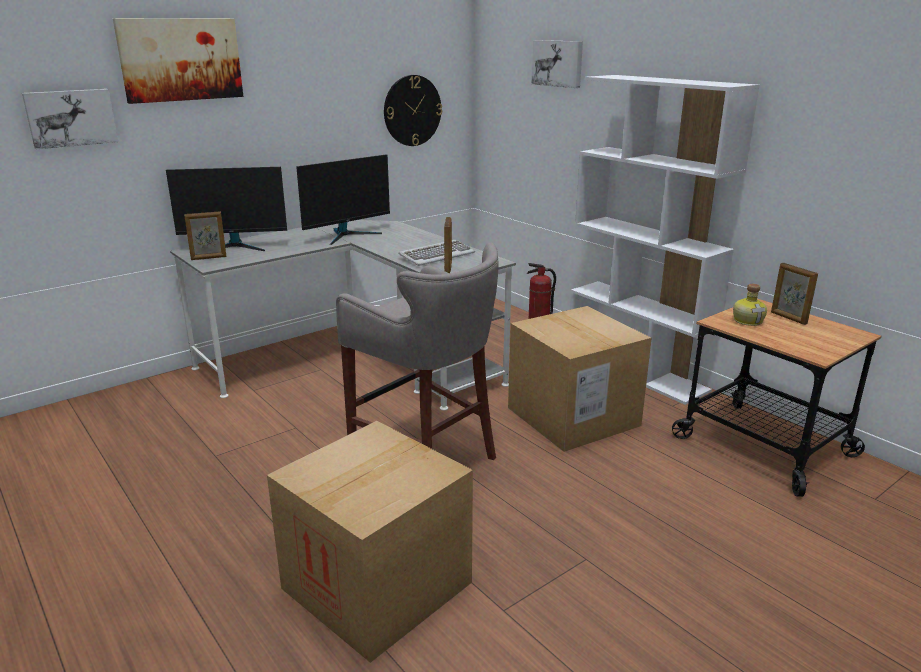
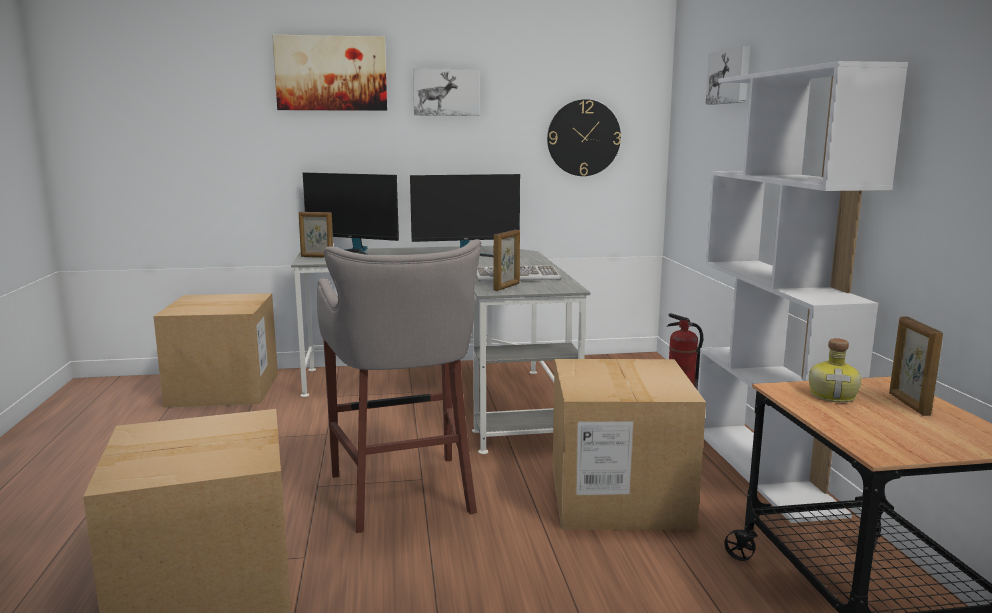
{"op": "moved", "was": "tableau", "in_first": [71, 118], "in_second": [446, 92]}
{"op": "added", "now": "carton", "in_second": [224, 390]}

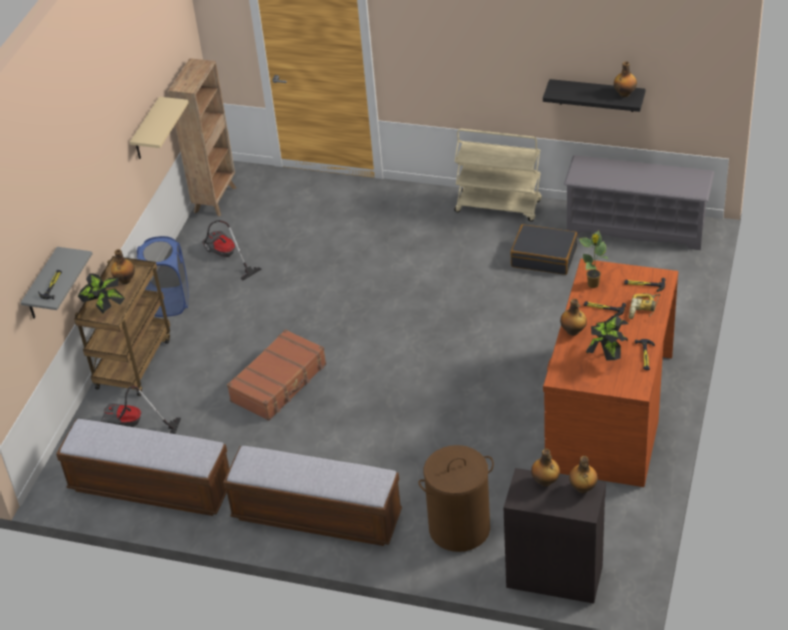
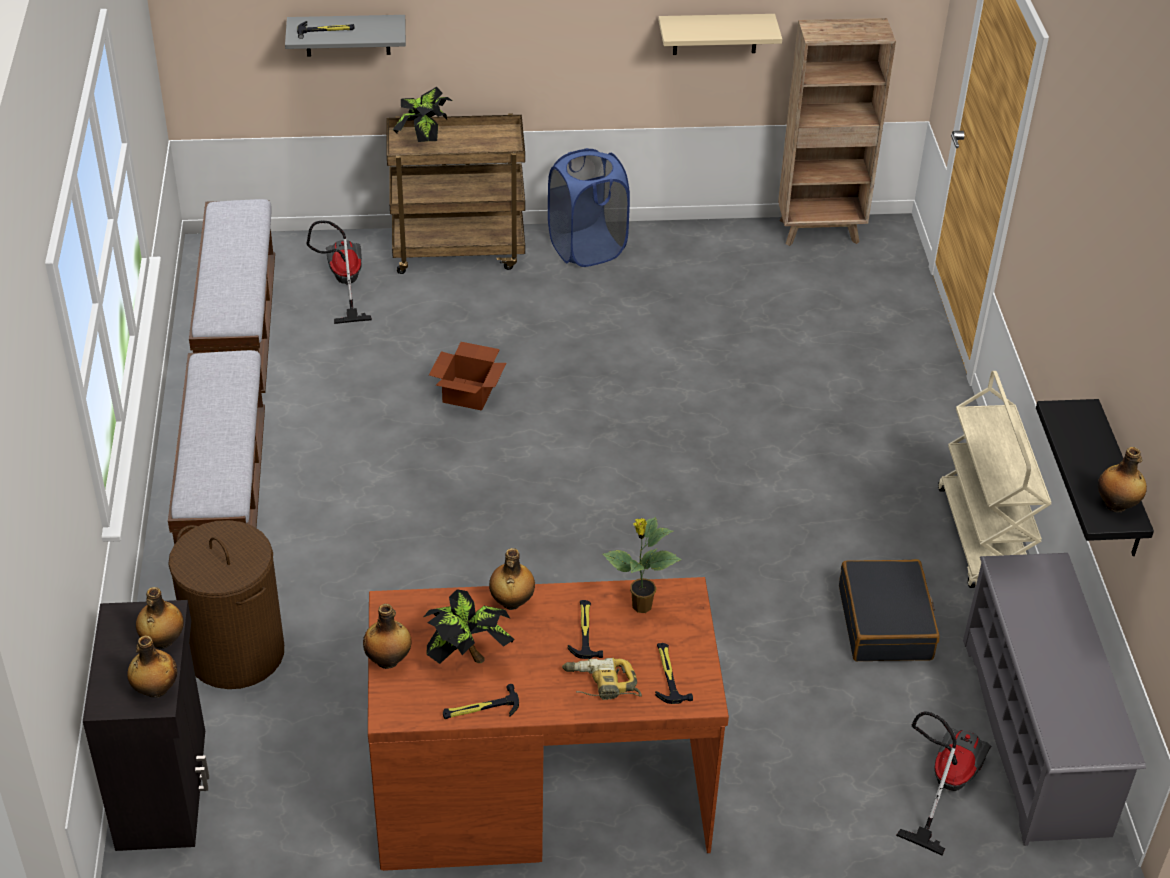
{"op": "moved", "was": "aspirateur", "in_first": [225, 257], "in_second": [943, 784]}
{"op": "moved", "was": "bouteille", "in_first": [125, 280], "in_second": [388, 660]}
{"op": "replaced", "was": "valise [marron]", "now": "carton", "in_first": [279, 383], "in_second": [469, 393]}

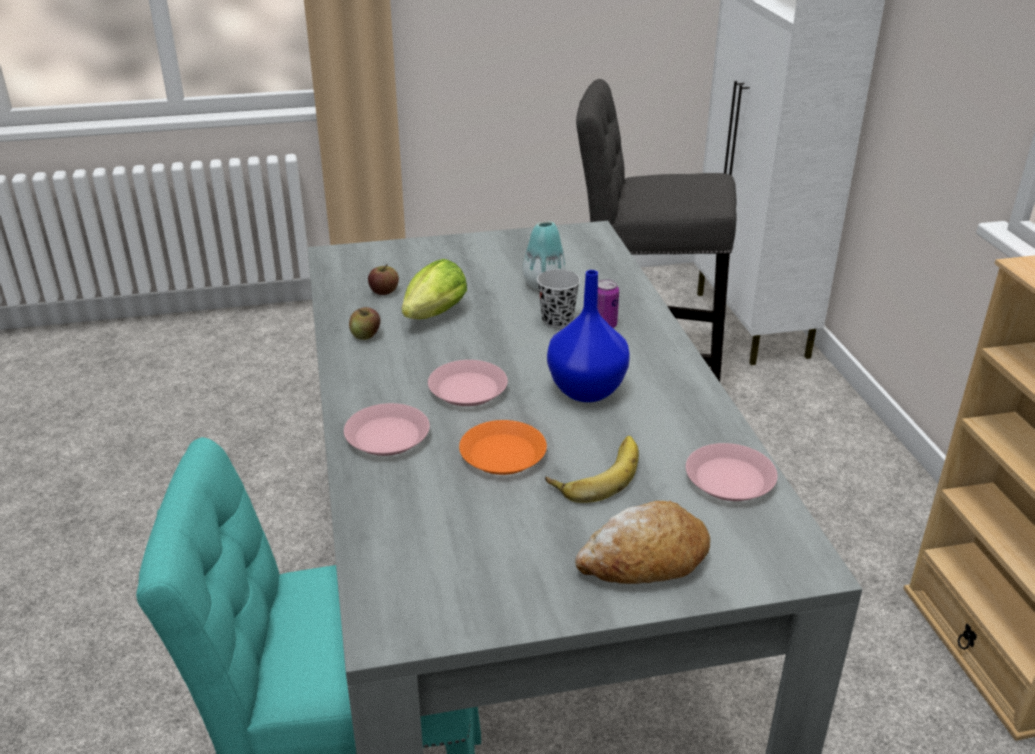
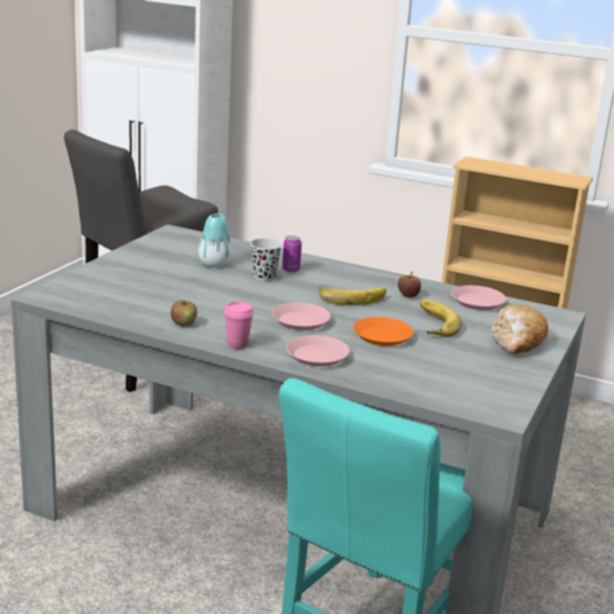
{"op": "removed", "was": "laitue", "in_first": [432, 317]}
{"op": "moved", "was": "pomme", "in_first": [384, 291], "in_second": [408, 295]}
{"op": "replaced", "was": "vase [bleu]", "now": "banane", "in_first": [588, 390], "in_second": [351, 297]}
{"op": "added", "now": "tasse [rose]", "in_second": [237, 344]}

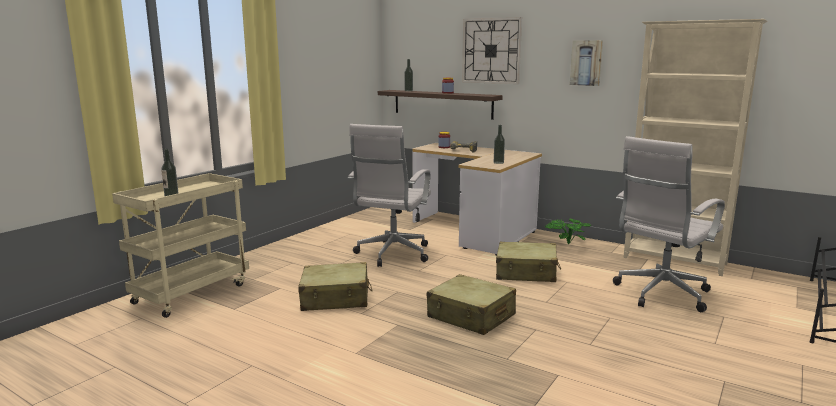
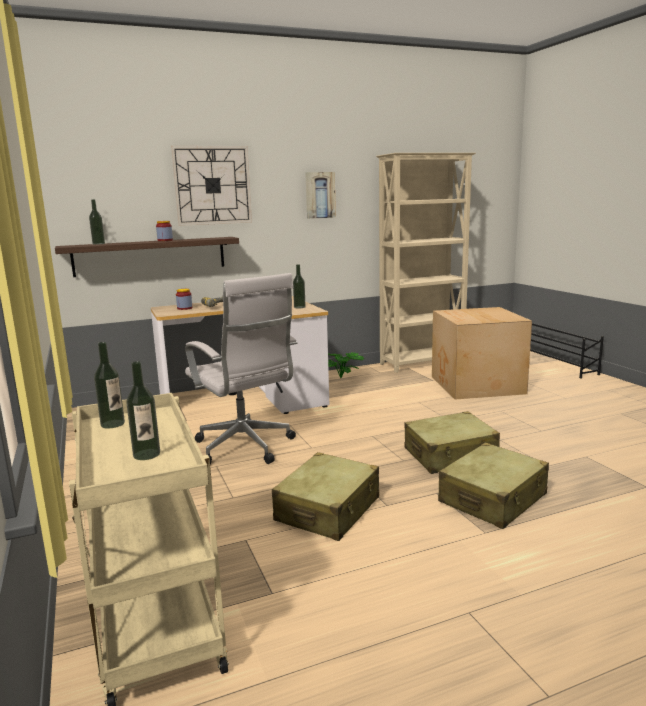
{"op": "replaced", "was": "chaise de bureau [blanc]", "now": "carton", "in_first": [660, 294], "in_second": [476, 385]}
{"op": "moved", "was": "valise [beige]", "in_first": [526, 272], "in_second": [493, 499]}
{"op": "added", "now": "bouteille", "in_second": [112, 424]}

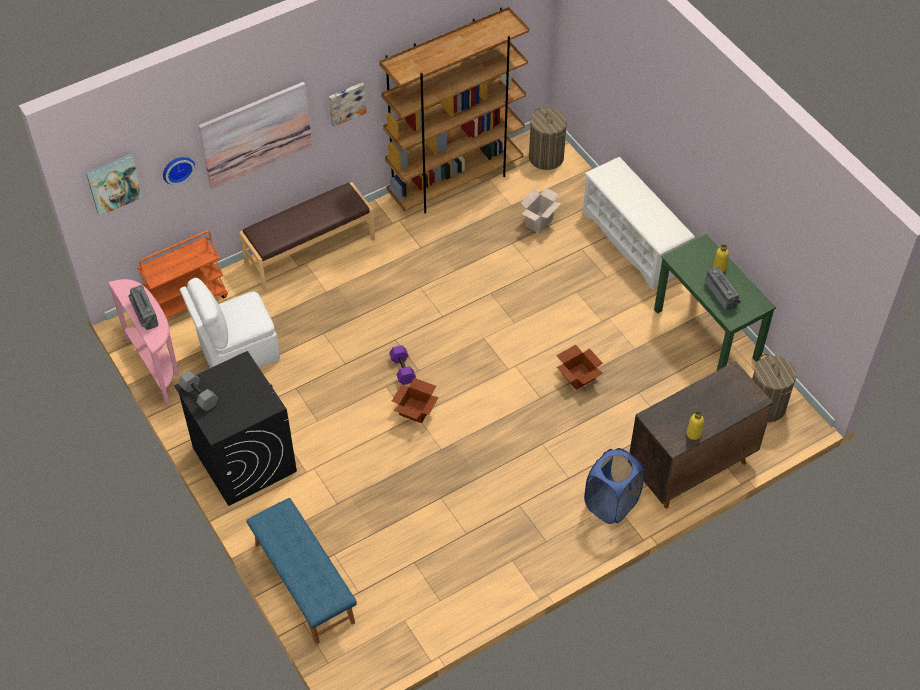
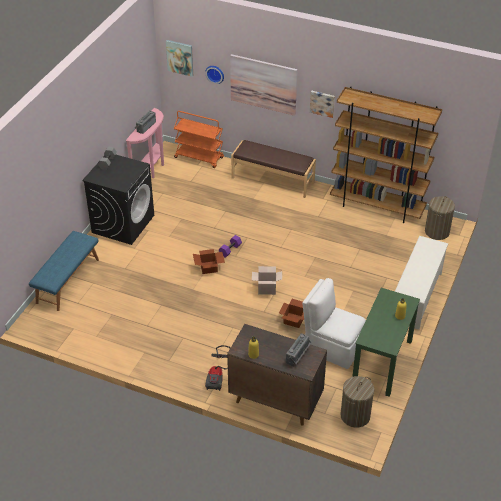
{"op": "moved", "was": "carton", "in_first": [539, 223], "in_second": [266, 290]}
{"op": "moved", "was": "radio", "in_first": [722, 294], "in_second": [298, 355]}
{"op": "moved", "was": "chaise [blanc]", "in_first": [237, 353], "in_second": [332, 347]}
{"op": "replaced", "was": "panier à linge [bleu]", "now": "aspirateur", "in_first": [611, 504], "in_second": [218, 376]}

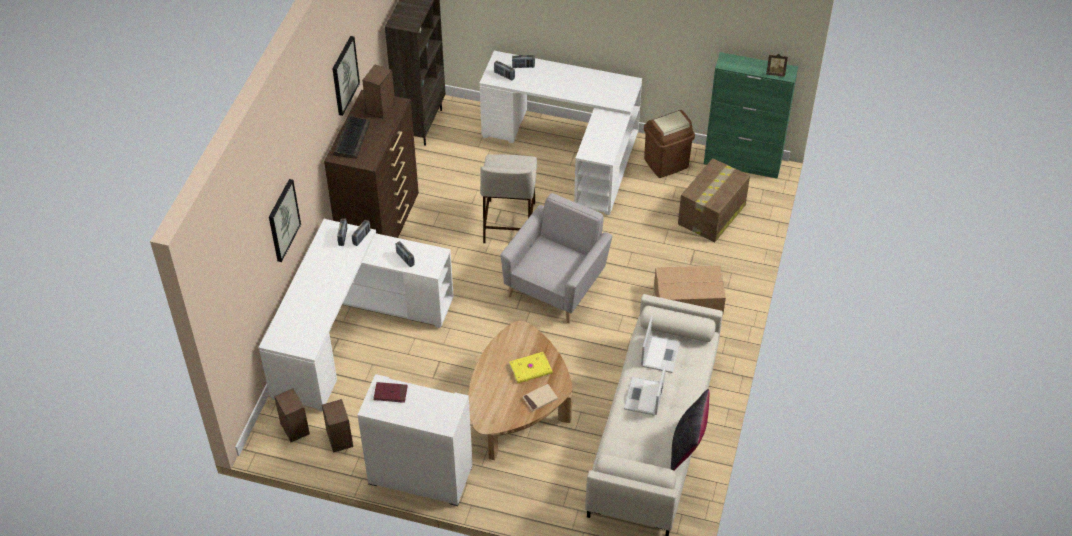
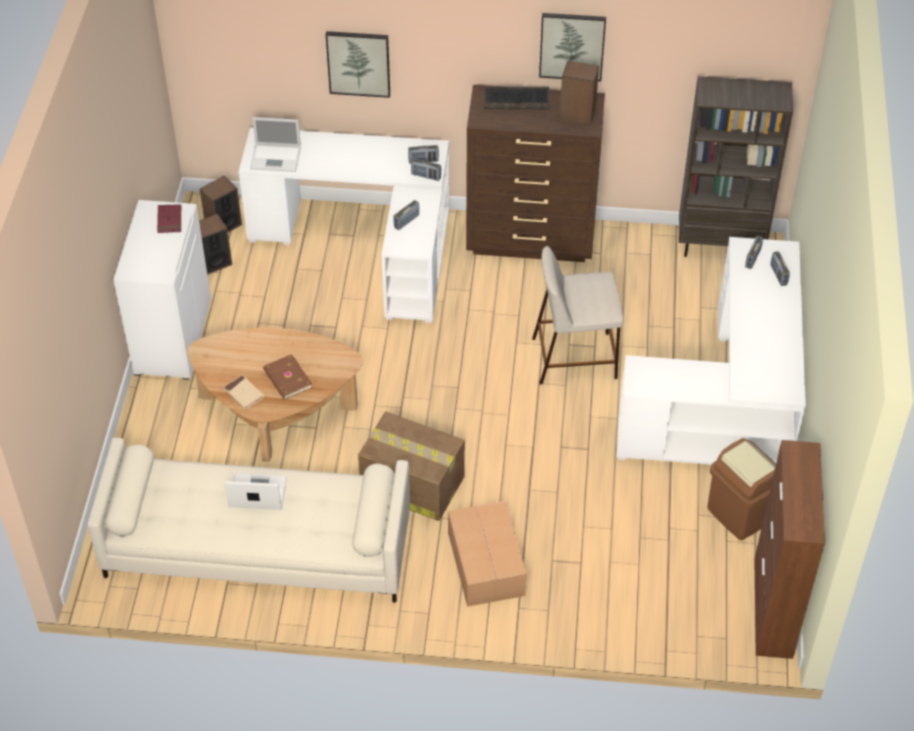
{"op": "recoloured", "was": "meuble de rangement [vert]", "now": "meuble de rangement [marron]", "in_first": [742, 163], "in_second": [772, 608]}
{"op": "removed", "was": "cadre photo", "in_first": [775, 73]}
{"op": "moved", "was": "carton", "in_first": [711, 215], "in_second": [411, 483]}
{"op": "removed", "was": "fauteuil [gris]", "in_first": [556, 284]}
{"op": "moved", "was": "ordinateur portable", "in_first": [660, 353], "in_second": [276, 158]}
{"op": "recoloured", "was": "livre [jaune]", "now": "livre [marron]", "in_first": [531, 369], "in_second": [287, 379]}
{"op": "removed", "was": "coussin [noir]", "in_first": [687, 447]}

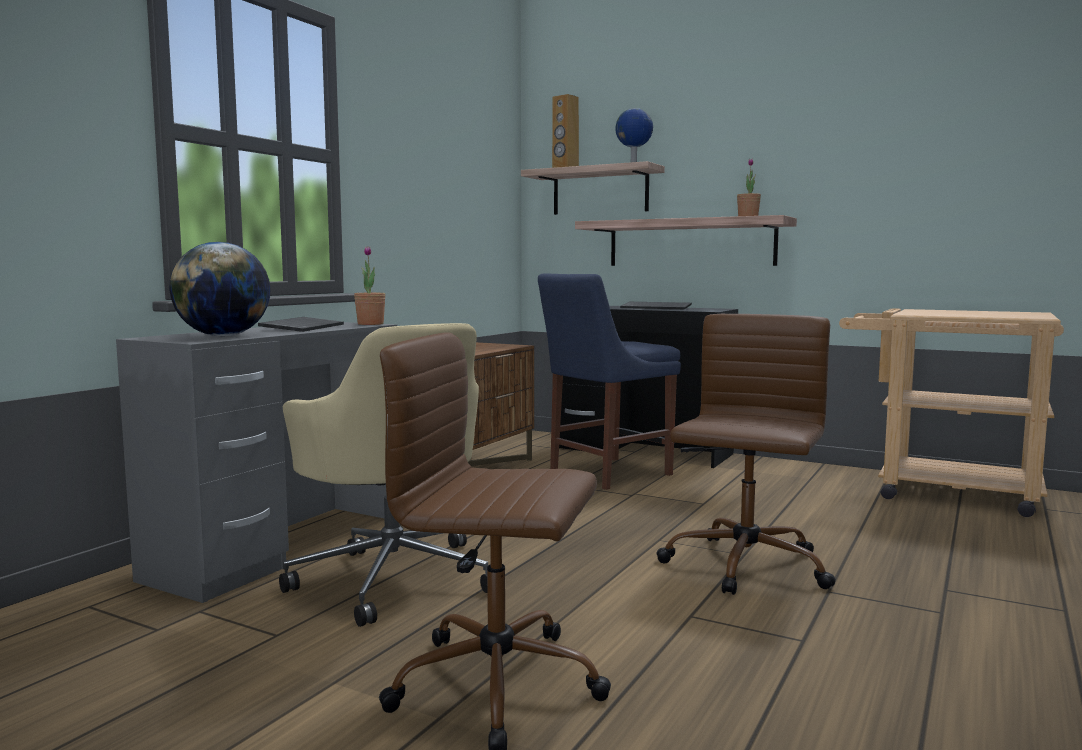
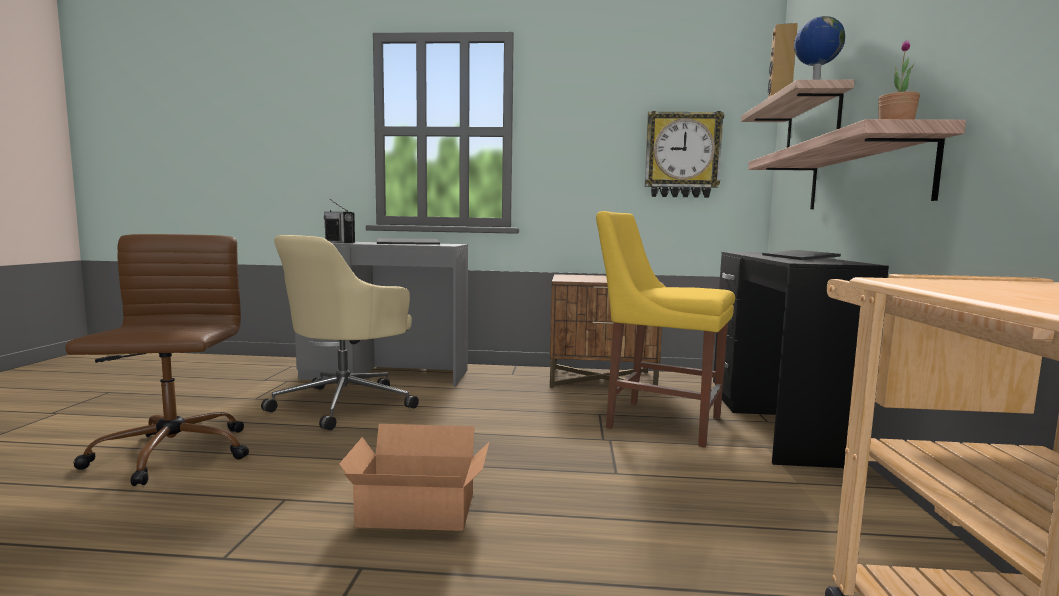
{"op": "replaced", "was": "globe", "now": "radio", "in_first": [223, 336], "in_second": [339, 242]}
{"op": "removed", "was": "plante en pot", "in_first": [370, 324]}
{"op": "recoloured", "was": "chaise [bleu]", "now": "chaise [jaune]", "in_first": [605, 474], "in_second": [658, 421]}
{"op": "replaced", "was": "chaise de bureau [marron]", "now": "carton", "in_first": [744, 567], "in_second": [418, 512]}
{"op": "added", "now": "horloge murale", "in_second": [682, 155]}

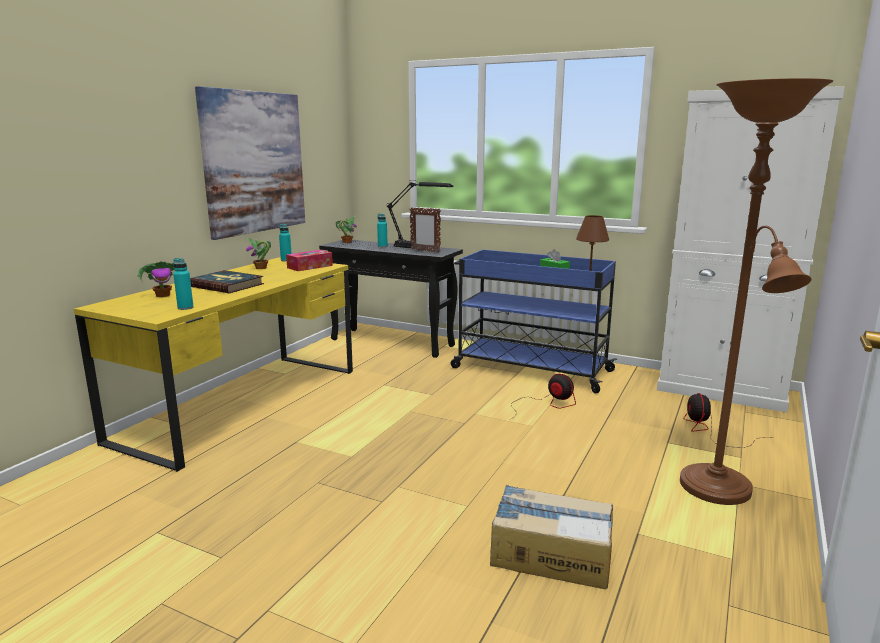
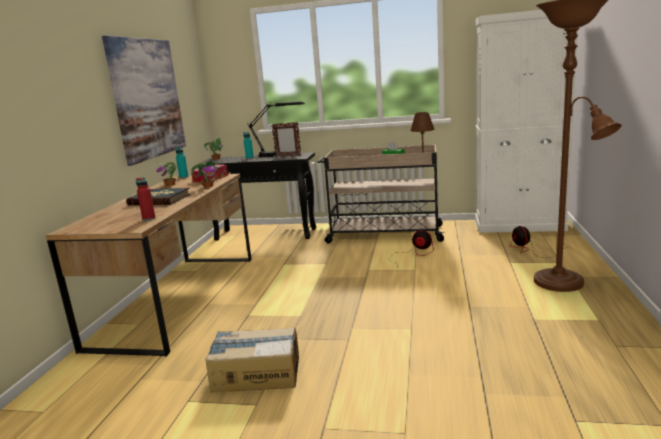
{"op": "recoloured", "was": "chariot [bleu]", "now": "chariot [beige]", "in_first": [529, 369], "in_second": [383, 234]}
{"op": "recoloured", "was": "bureau [jaune]", "now": "bureau [marron]", "in_first": [242, 403], "in_second": [179, 298]}
{"op": "recoloured", "was": "bouteille [turquoise]", "now": "bouteille [rouge]", "in_first": [185, 308], "in_second": [149, 219]}
{"op": "moved", "was": "plante en pot", "in_first": [163, 295], "in_second": [208, 186]}
{"op": "moved", "was": "carton", "in_first": [550, 553], "in_second": [256, 373]}

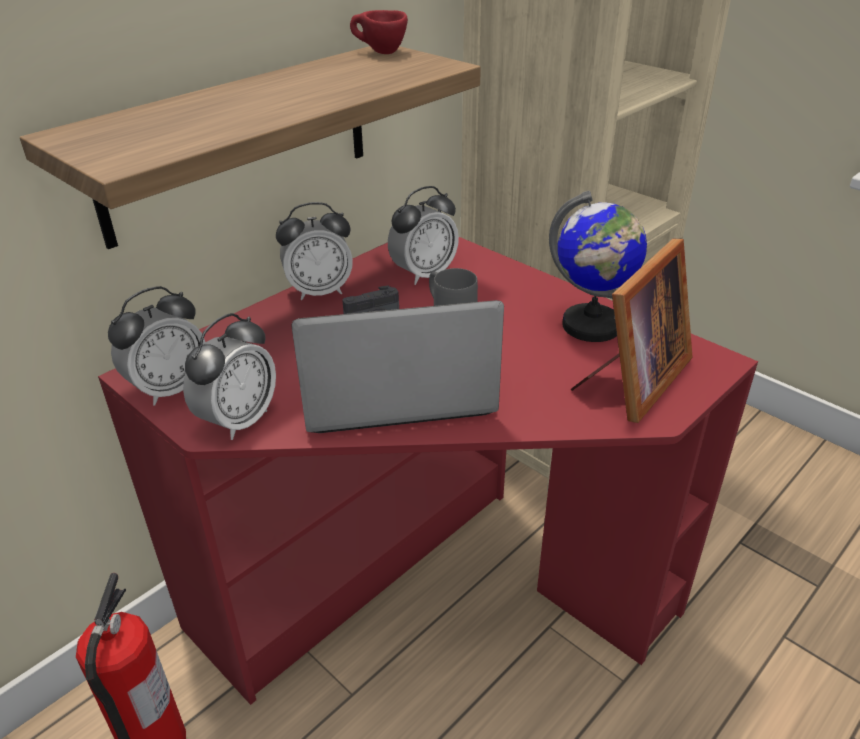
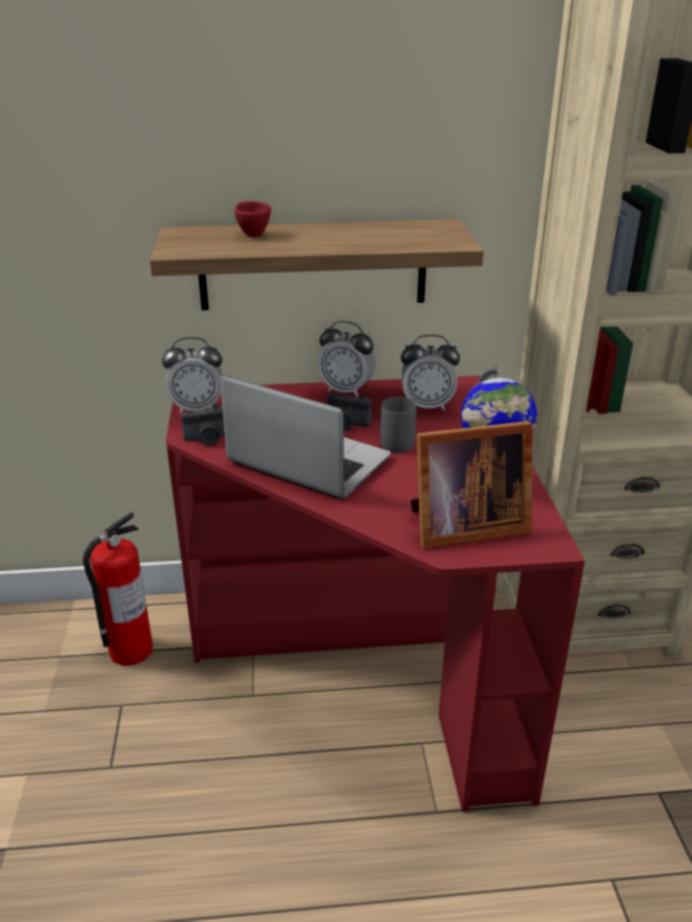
{"op": "moved", "was": "tasse [rouge]", "in_first": [379, 52], "in_second": [250, 234]}
{"op": "replaced", "was": "réveil", "now": "appareil photo", "in_first": [238, 420], "in_second": [207, 439]}

